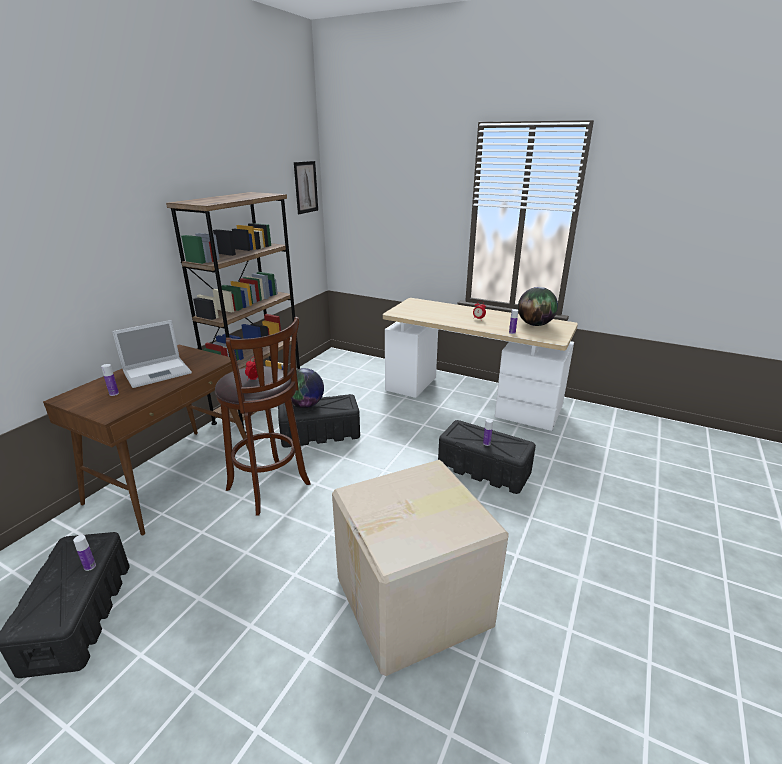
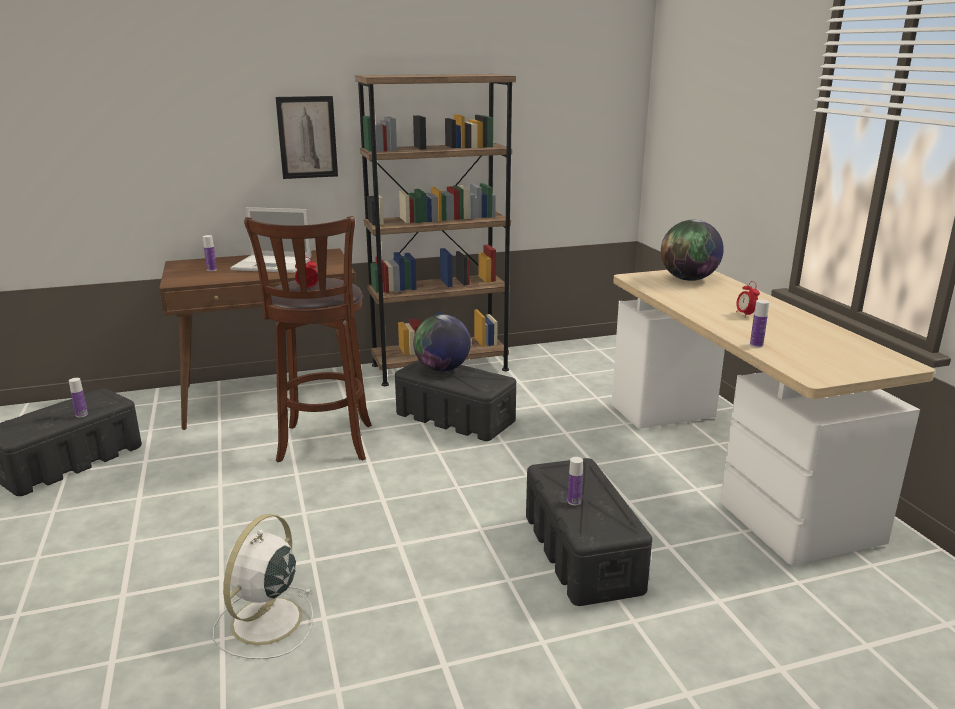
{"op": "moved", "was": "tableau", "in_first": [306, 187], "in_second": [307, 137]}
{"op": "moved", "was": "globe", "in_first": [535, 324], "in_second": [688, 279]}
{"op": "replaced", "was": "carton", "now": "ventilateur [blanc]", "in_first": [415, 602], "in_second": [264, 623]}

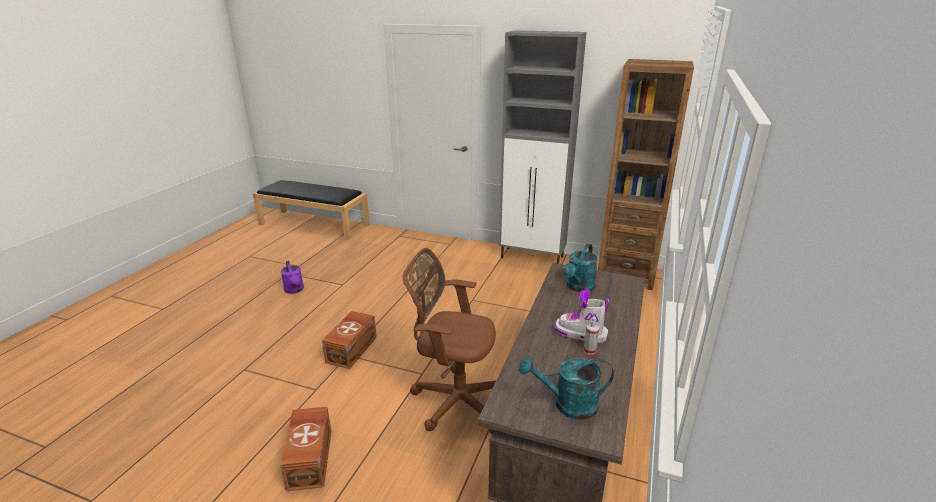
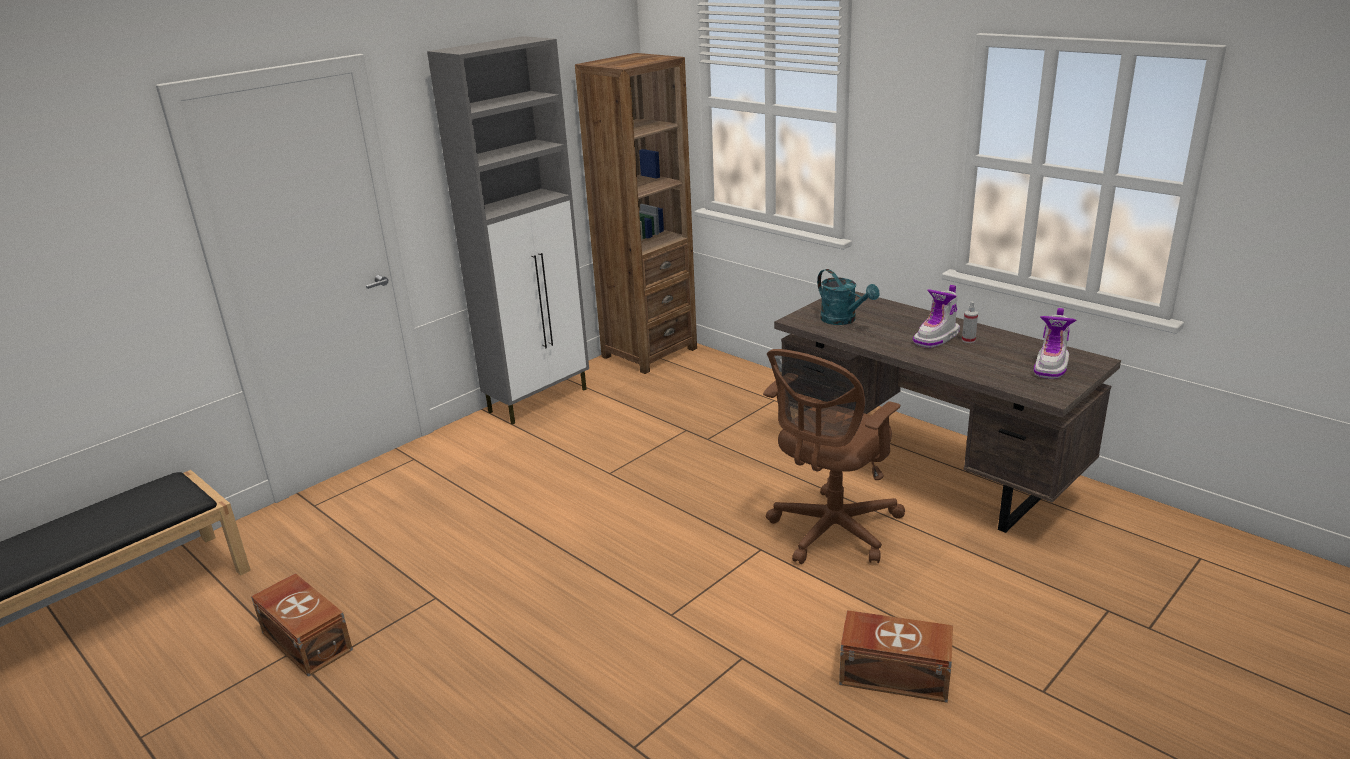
{"op": "removed", "was": "arrosoir [violet]", "in_first": [295, 290]}
{"op": "moved", "was": "boîte de rangement [marron]", "in_first": [353, 349], "in_second": [307, 640]}
{"op": "replaced", "was": "arrosoir [turquoise]", "now": "botte", "in_first": [567, 405], "in_second": [1051, 366]}

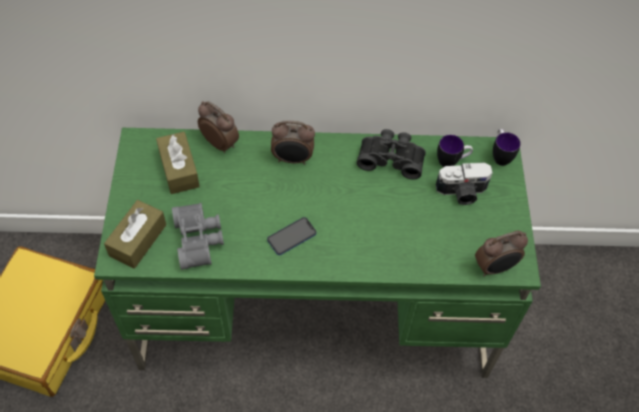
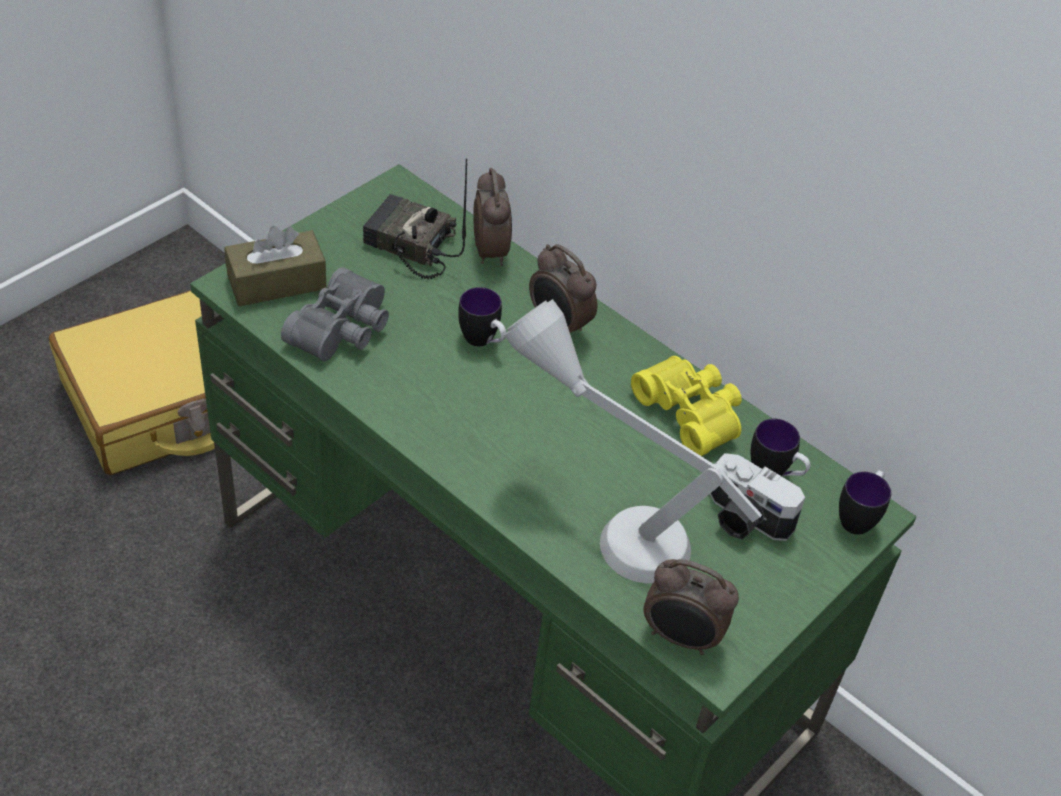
{"op": "recoloured", "was": "jumelles [noir]", "now": "jumelles [jaune]", "in_first": [391, 158], "in_second": [692, 412]}
{"op": "replaced", "was": "boîte à mouchoirs [marron]", "now": "radio", "in_first": [179, 169], "in_second": [409, 245]}
{"op": "removed", "was": "téléphone", "in_first": [291, 237]}
{"op": "added", "now": "mug", "in_second": [483, 342]}
{"op": "added", "now": "lampe de table [gris]", "in_second": [608, 518]}

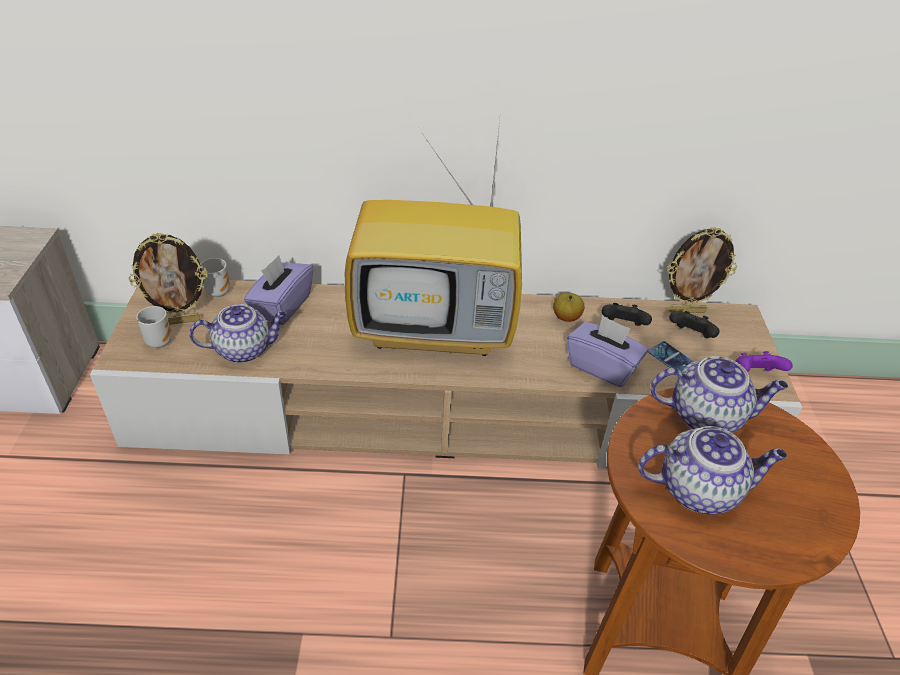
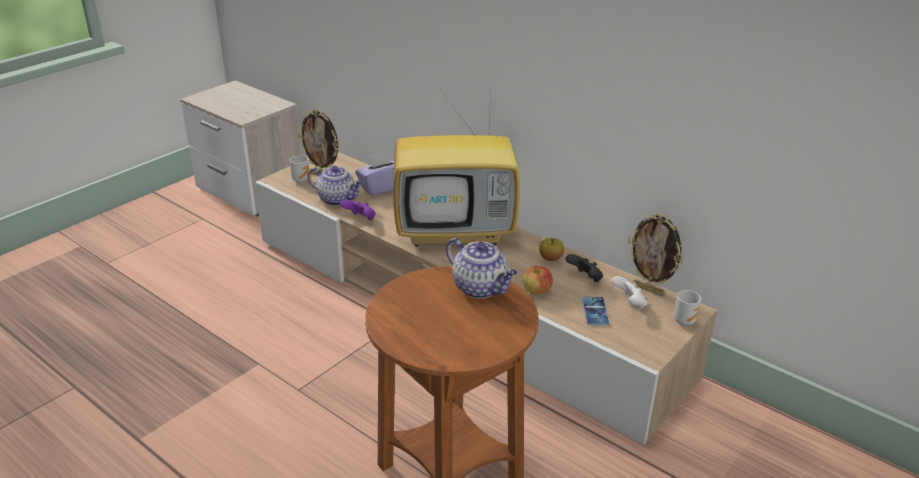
{"op": "turned", "was": "téléviseur", "in_first": [437, 329], "in_second": [457, 231], "clockwise": -45}
{"op": "moved", "was": "mug", "in_first": [218, 291], "in_second": [684, 320]}
{"op": "recoloured", "was": "manette [noir]", "now": "manette [blanc]", "in_first": [691, 336], "in_second": [629, 303]}
{"op": "replaced", "was": "boîte à mouchoirs [violet]", "now": "pomme", "in_first": [602, 367], "in_second": [536, 292]}
{"op": "moved", "was": "manette [violet]", "in_first": [755, 375], "in_second": [360, 219]}
{"op": "removed", "was": "théière", "in_first": [700, 489]}

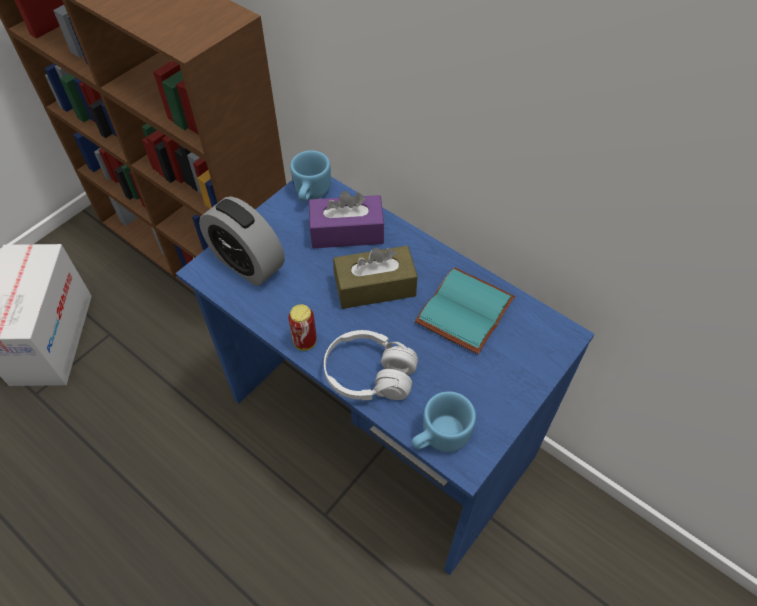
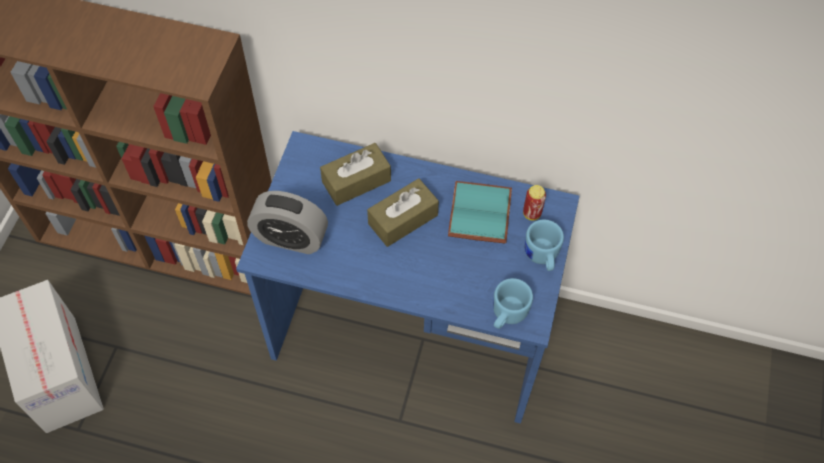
{"op": "moved", "was": "mug [bleu]", "in_first": [310, 194], "in_second": [541, 257]}
{"op": "recoloured", "was": "boîte à mouchoirs [violet]", "now": "boîte à mouchoirs [marron]", "in_first": [347, 232], "in_second": [356, 181]}
{"op": "moved", "was": "boîte métallique", "in_first": [305, 342], "in_second": [532, 213]}
{"op": "removed", "was": "casque audio [blanc]", "in_first": [369, 375]}

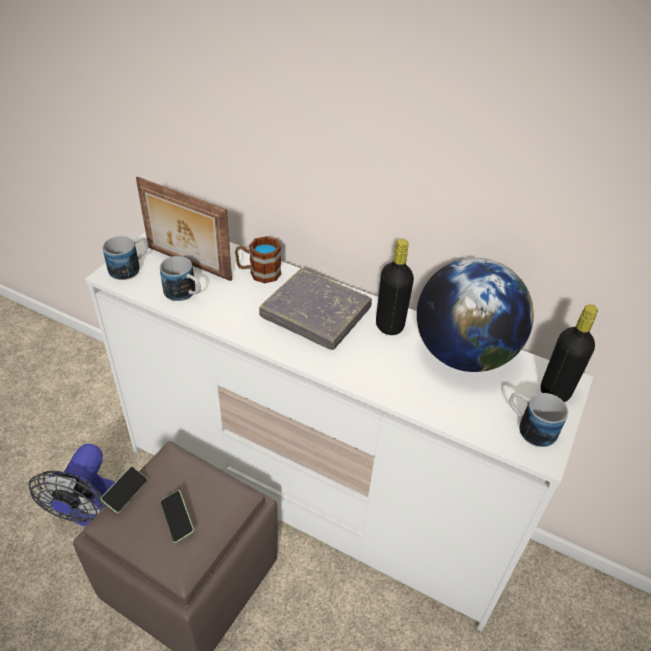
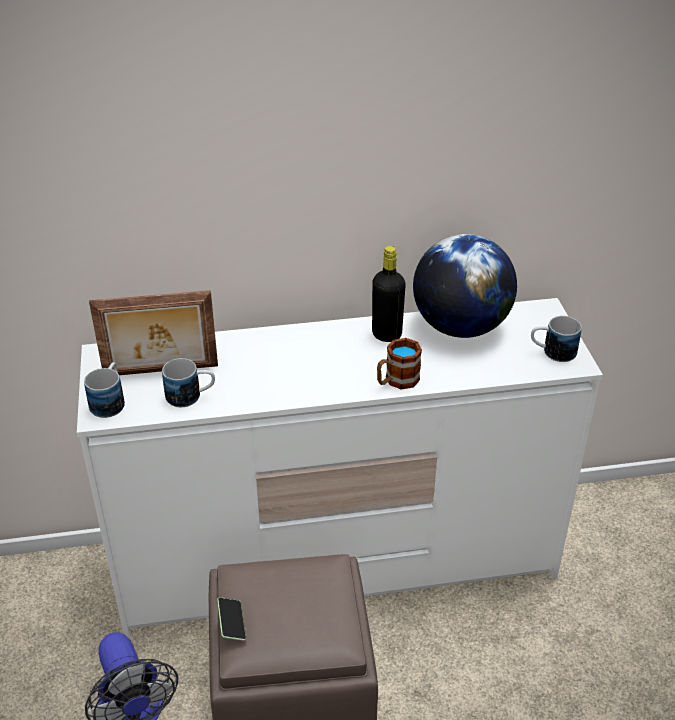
{"op": "moved", "was": "mug", "in_first": [258, 273], "in_second": [396, 381]}
{"op": "removed", "was": "livre [gris]", "in_first": [315, 313]}
{"op": "removed", "was": "bouteille [noir]", "in_first": [555, 392]}
{"op": "removed", "was": "téléphone", "in_first": [177, 519]}

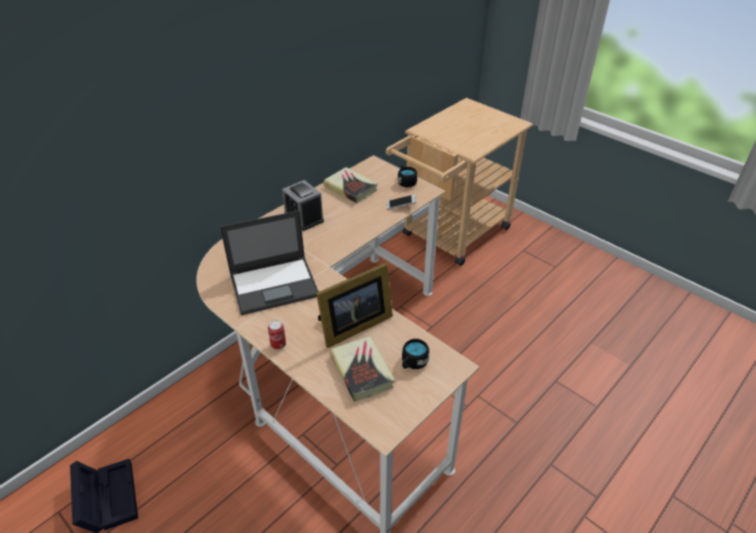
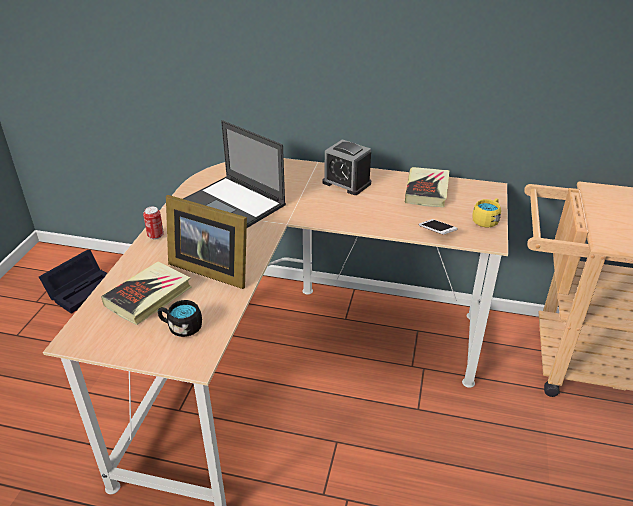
{"op": "recoloured", "was": "mug [noir]", "now": "mug [jaune]", "in_first": [406, 181], "in_second": [486, 220]}
{"op": "turned", "was": "réveil", "in_first": [304, 217], "in_second": [346, 183], "clockwise": -75}

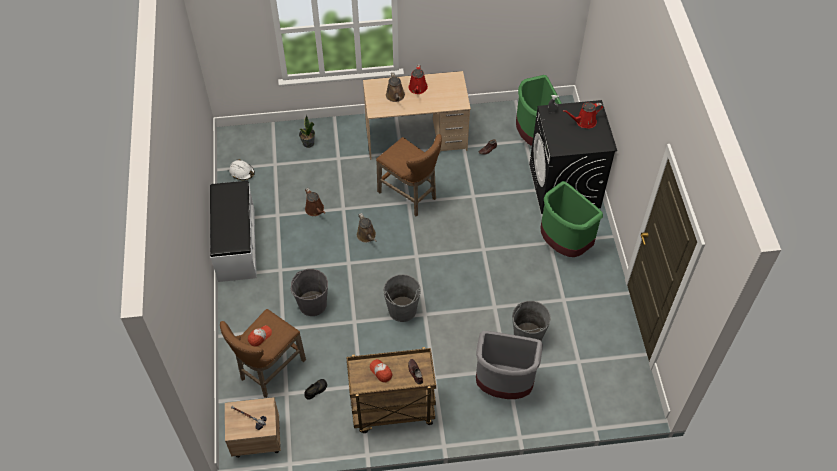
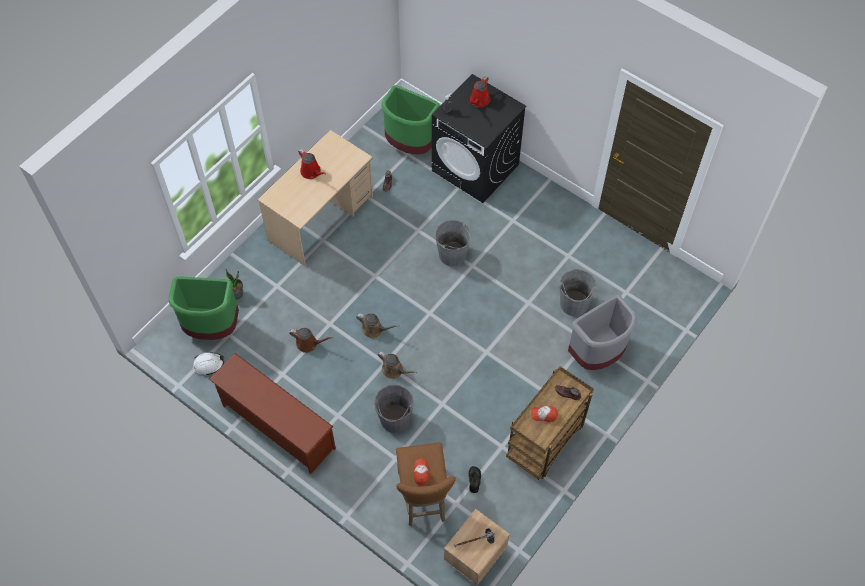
{"op": "moved", "was": "arrosoir [marron]", "in_first": [395, 96], "in_second": [394, 370]}
{"op": "removed", "was": "tabouret [marron]", "in_first": [410, 196]}
{"op": "replaced", "was": "banc [blanc]", "now": "étagère à chaussures [marron]", "in_first": [236, 244], "in_second": [277, 427]}
{"op": "moved", "was": "poubelle [vert]", "in_first": [563, 244], "in_second": [212, 327]}
{"op": "moved", "was": "seau [gris]", "in_first": [402, 310], "in_second": [452, 255]}

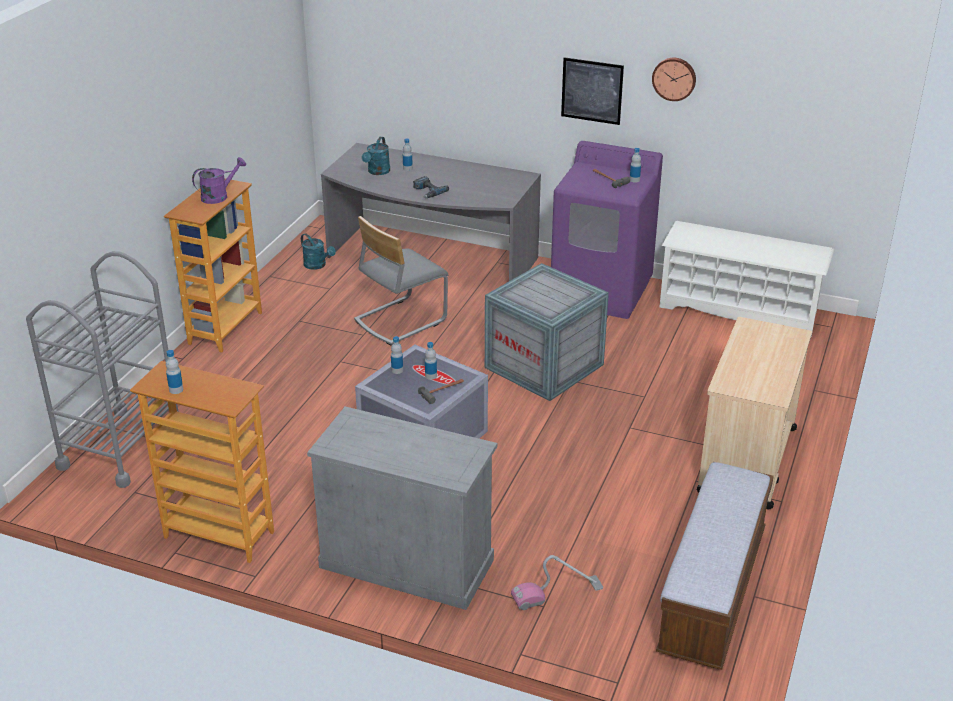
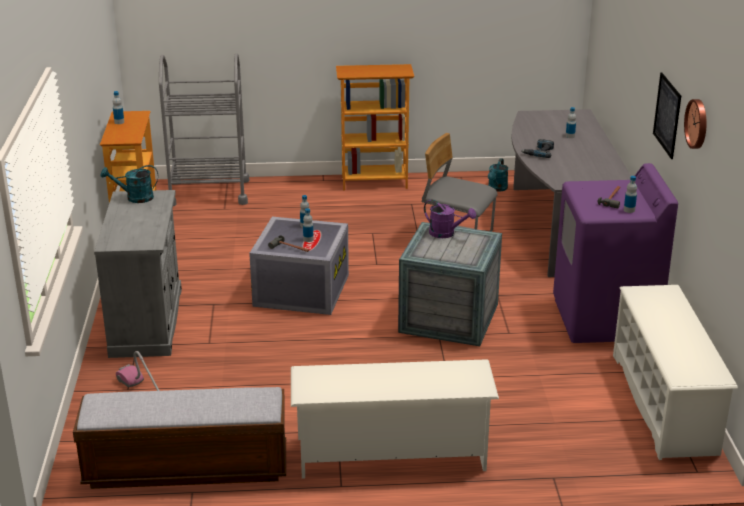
{"op": "moved", "was": "arrosoir [turquoise]", "in_first": [377, 172], "in_second": [135, 198]}
{"op": "moved", "was": "arrosoir [violet]", "in_first": [219, 196], "in_second": [446, 233]}
{"op": "replaced", "was": "chariot [beige]", "now": "étagère à chaussures [blanc]", "in_first": [747, 460], "in_second": [391, 454]}

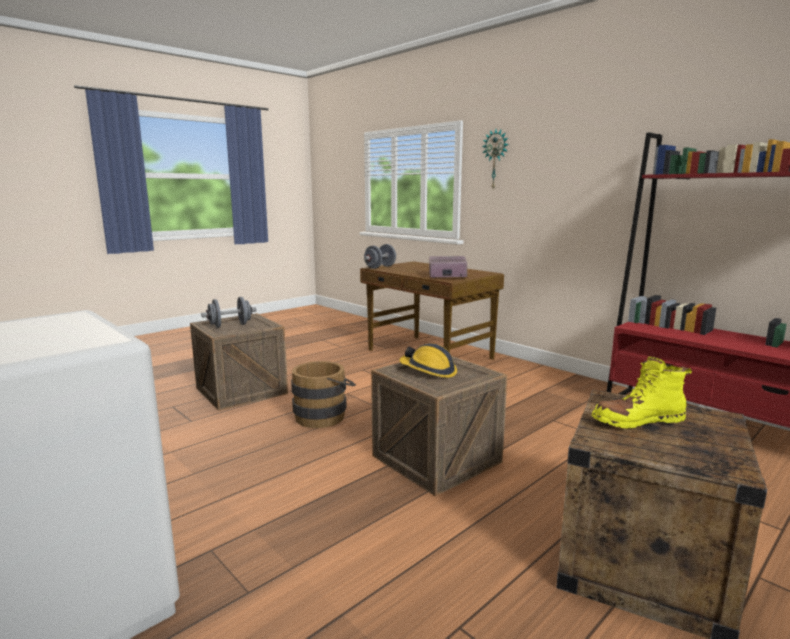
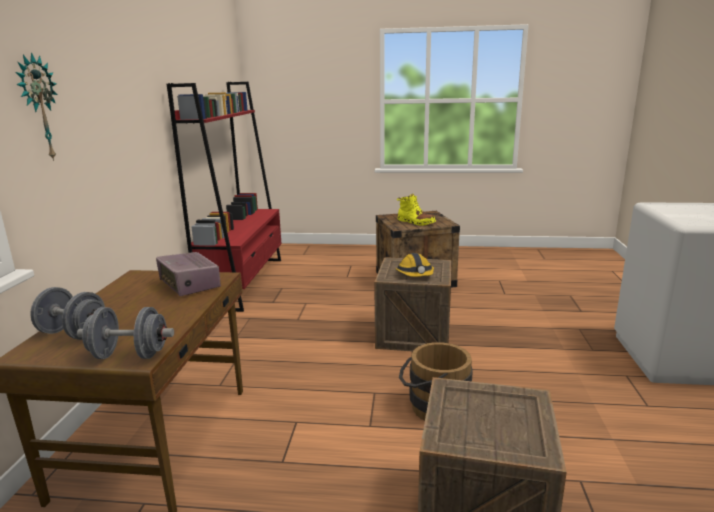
{"op": "moved", "was": "haltère [gris]", "in_first": [230, 325], "in_second": [73, 334]}

